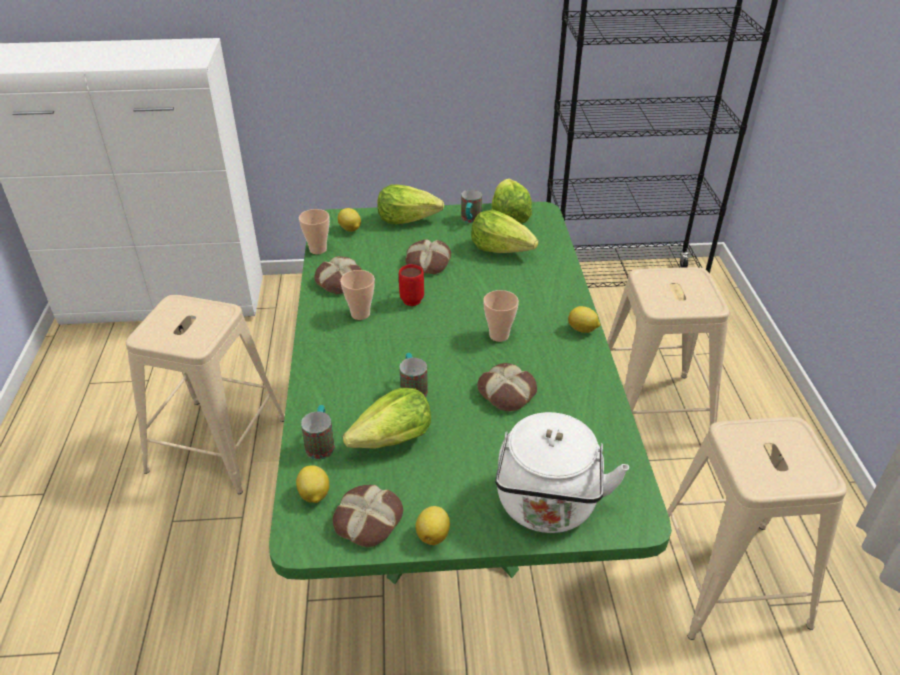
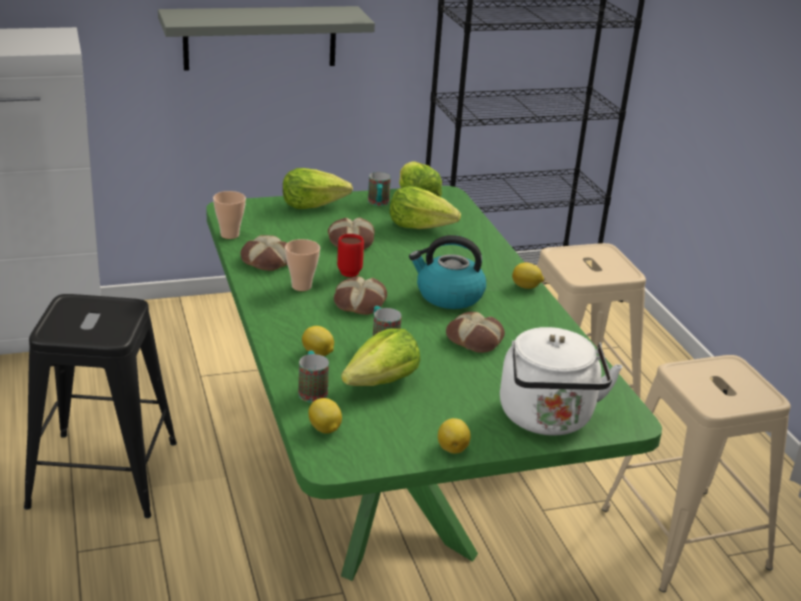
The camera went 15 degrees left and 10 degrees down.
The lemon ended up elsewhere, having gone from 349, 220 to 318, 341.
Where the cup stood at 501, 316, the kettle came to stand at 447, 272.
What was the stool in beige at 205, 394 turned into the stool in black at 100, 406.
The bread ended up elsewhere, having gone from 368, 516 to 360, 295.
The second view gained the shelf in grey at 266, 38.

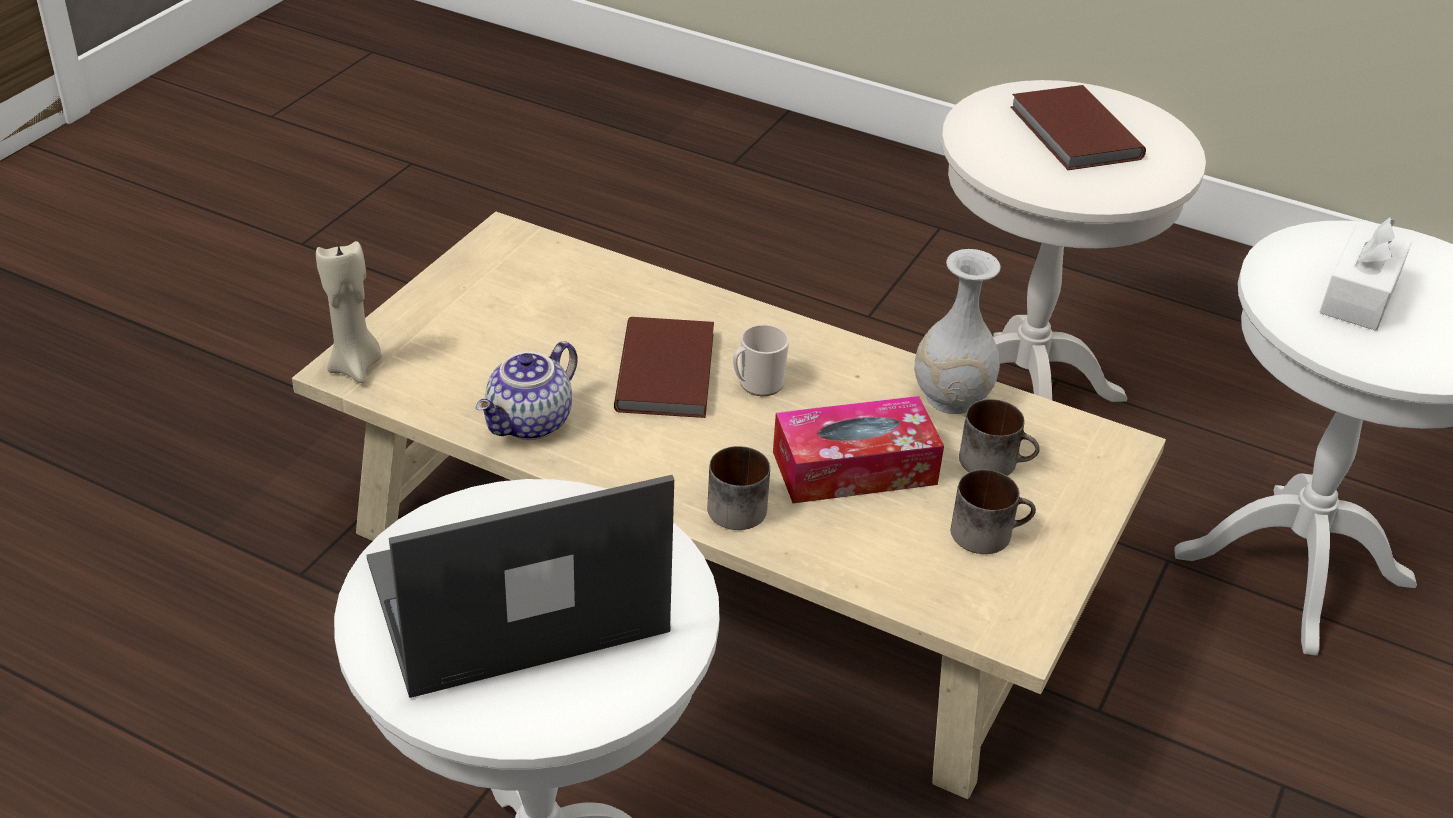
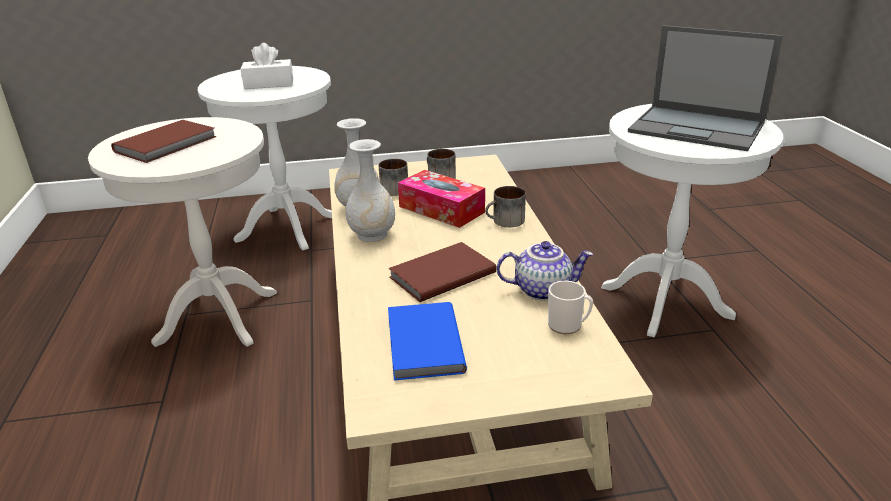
The camera went 125 degrees left and 10 degrees down.
The second view lost the candle in beige at 349, 312.
The mug ended up elsewhere, having gone from 761, 360 to 570, 307.
The second view gained the vase in white at 370, 190.
The second view gained the book in blue at 427, 341.

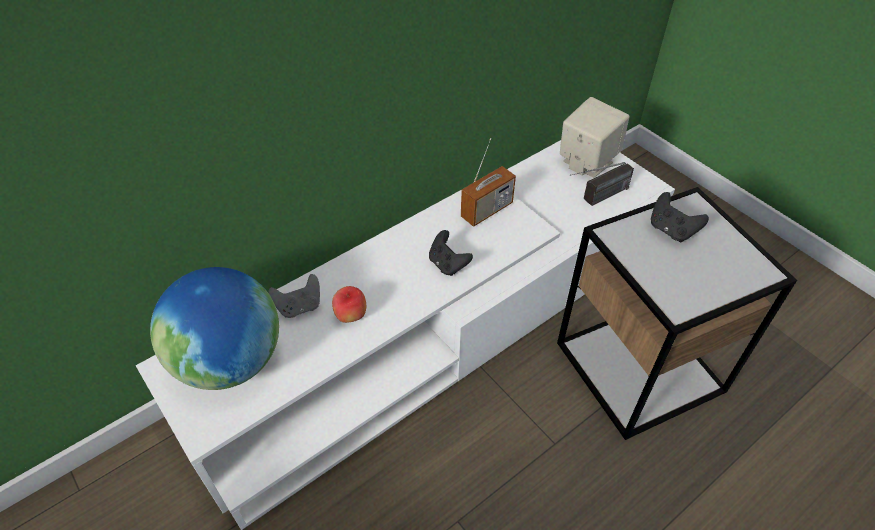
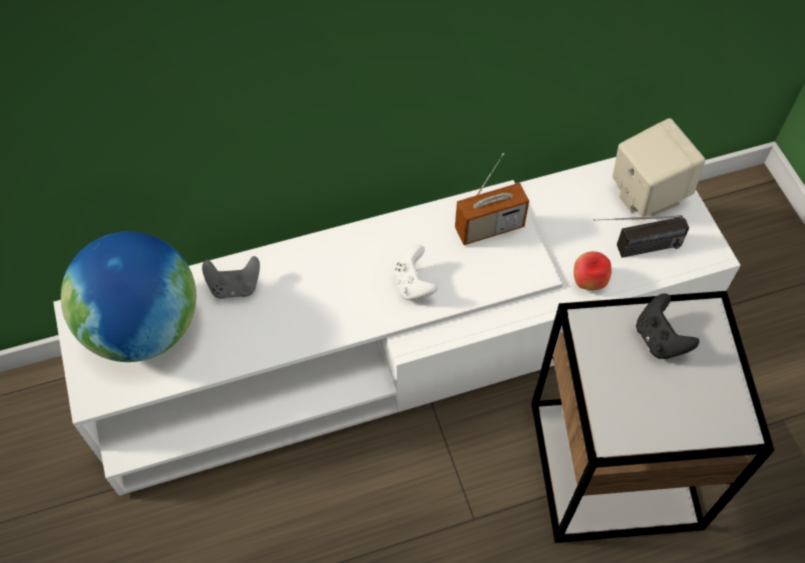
The camera went 20 degrees right and 10 degrees up.
What was the game controller in black at 451, 253 turned into the game controller in white at 416, 273.
The apple ended up elsewhere, having gone from 349, 304 to 592, 270.

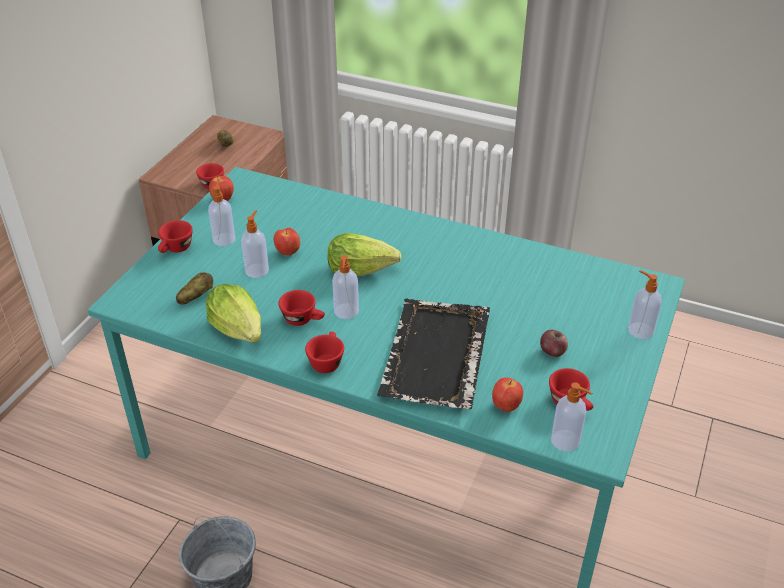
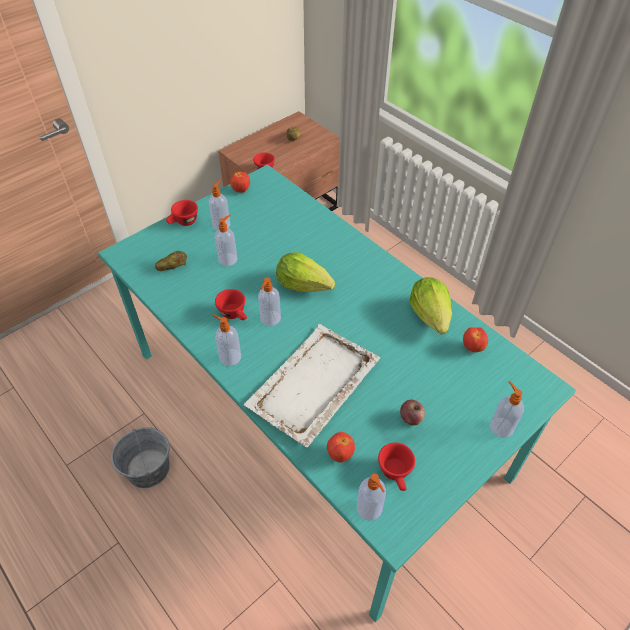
The camera went 25 degrees right and 10 degrees up.
The apple ended up elsewhere, having gone from 287, 241 to 475, 339.
The lettuce ended up elsewhere, having gone from 233, 313 to 430, 305.
What was the tray in black at 433, 353 turned into the tray in white at 312, 385.
Where the cup in red stood at 324, 352, the soap dispenser came to stand at 226, 340.

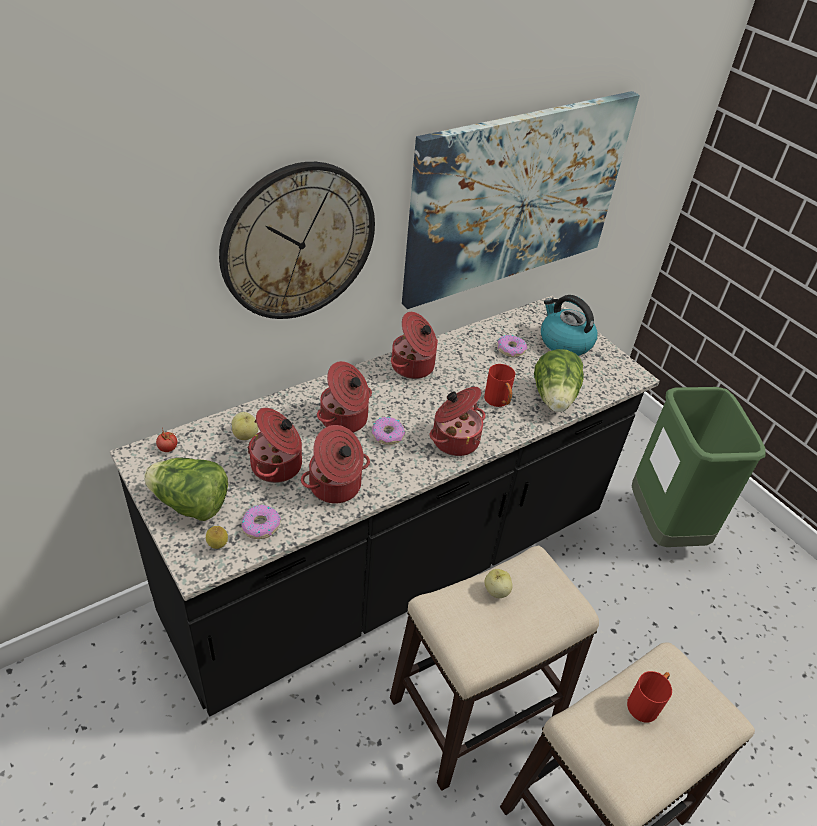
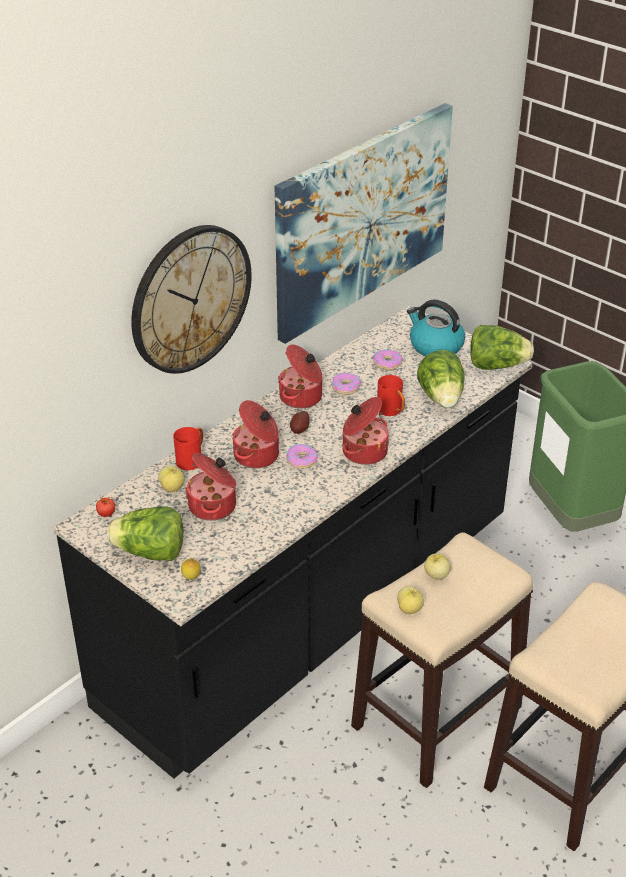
The camera went 10 degrees left and 5 degrees down.
The second view lost the cooking pot at 335, 464.
The donut ended up elsewhere, having gone from 261, 522 to 346, 384.
The mug in red ended up elsewhere, having gone from 649, 697 to 188, 448.
The second view gained the lettuce at 502, 347.
The second view gained the potato at 300, 422.
The second view gained the apple at 410, 600.

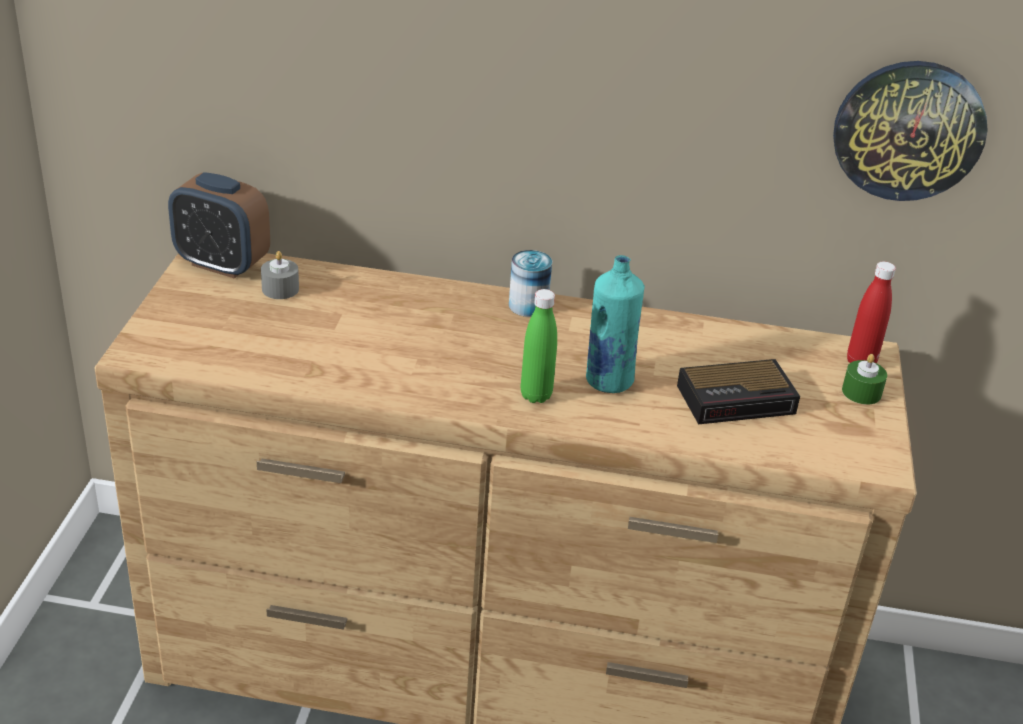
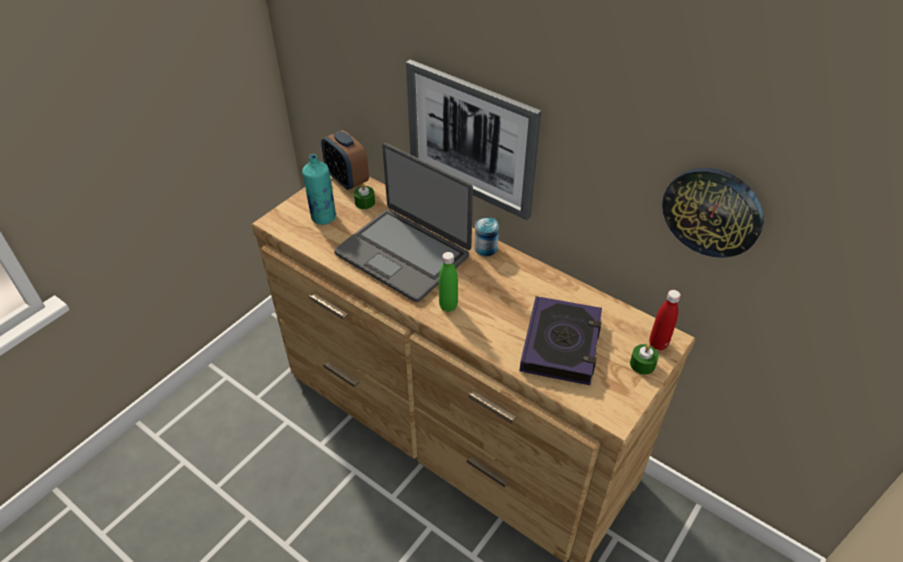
The camera went 30 degrees right and 10 degrees up.
What was the candle in grey at 280, 275 turned into the candle in green at 364, 196.
The bottle in turquoise ended up elsewhere, having gone from 615, 324 to 319, 189.
Where the alarm clock stood at 738, 391, the book came to stand at 561, 340.
The second view gained the picture at 473, 140.
The second view gained the laptop at 403, 222.

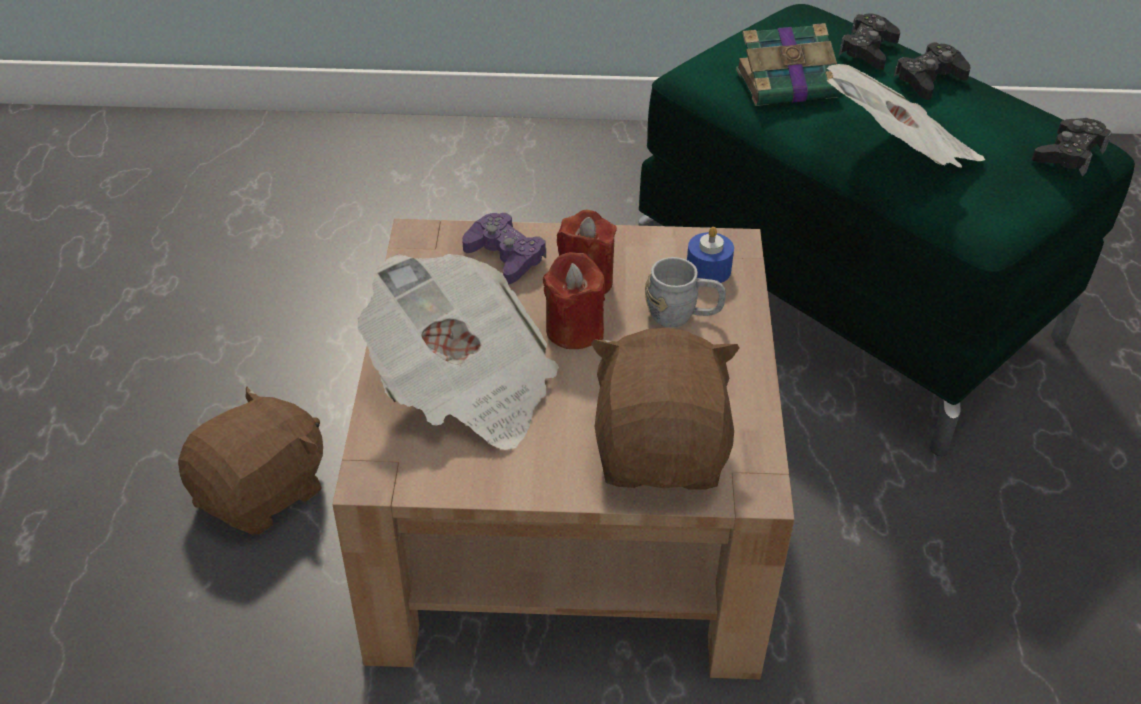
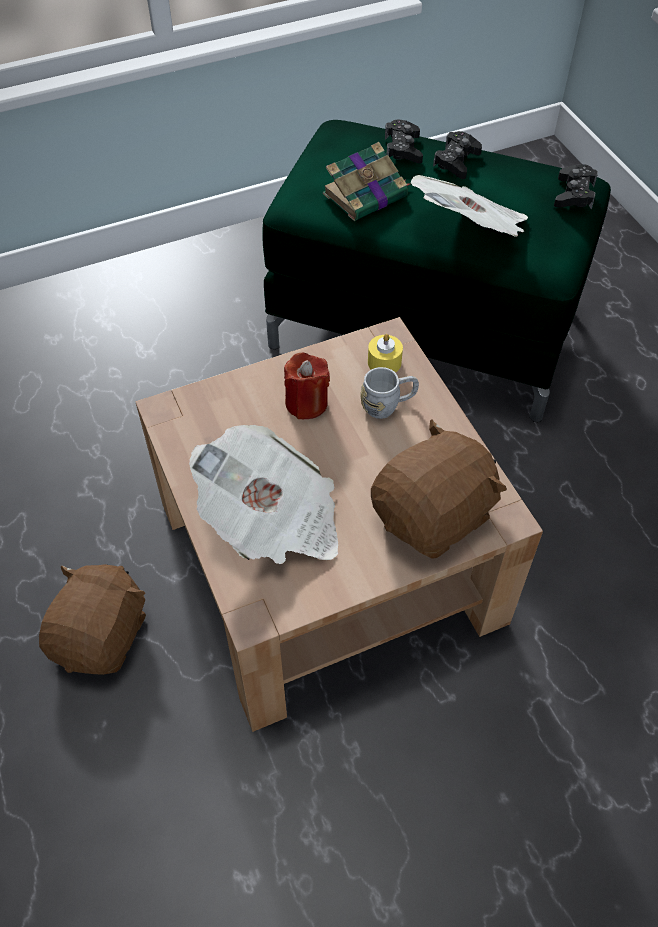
The camera went 25 degrees left and 10 degrees up.
The second view lost the game controller in purple at 504, 248.
What was the candle in blue at 710, 255 turned into the candle in yellow at 385, 353.
The second view lost the candle in red at 574, 300.
The plush toy in brown at 665, 409 ended up facing another way, 75 degrees clockwise from before.

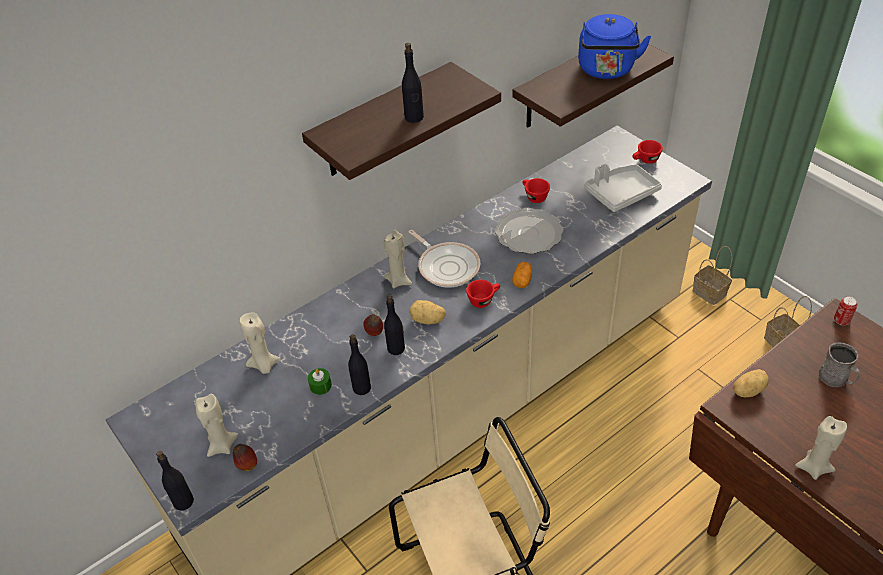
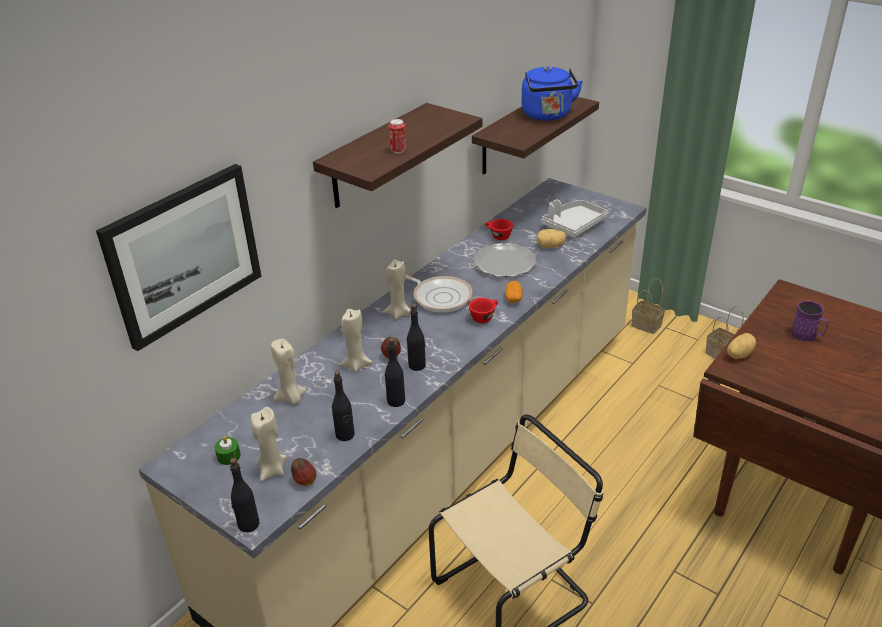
The camera went 15 degrees left and 10 degrees down.
The bottle in black ended up elsewhere, having gone from 413, 83 to 343, 406.
The second view lost the cup in red at 647, 152.
The can ended up elsewhere, having gone from 845, 310 to 398, 136.
The potato ended up elsewhere, having gone from 427, 312 to 552, 238.
What was the mug in grey at 839, 364 turned into the mug in purple at 809, 321.
The candle in green ended up elsewhere, having gone from 320, 381 to 227, 450.
The candle in beige ended up elsewhere, having gone from 821, 448 to 356, 340.
The second view gained the picture at 179, 257.

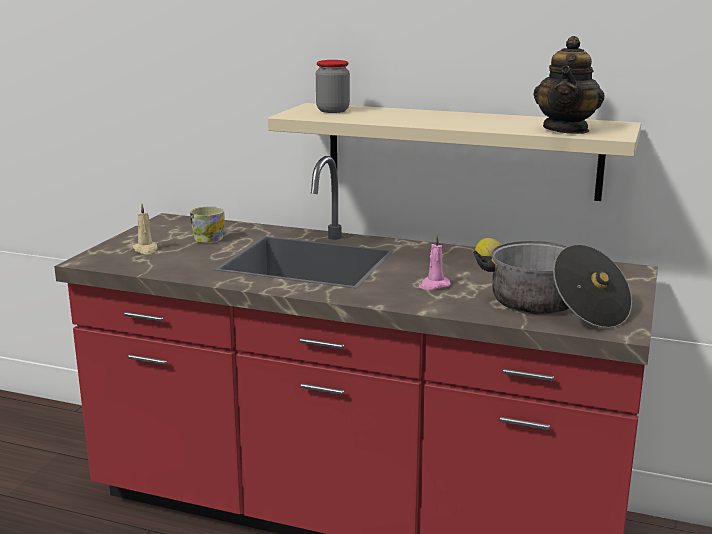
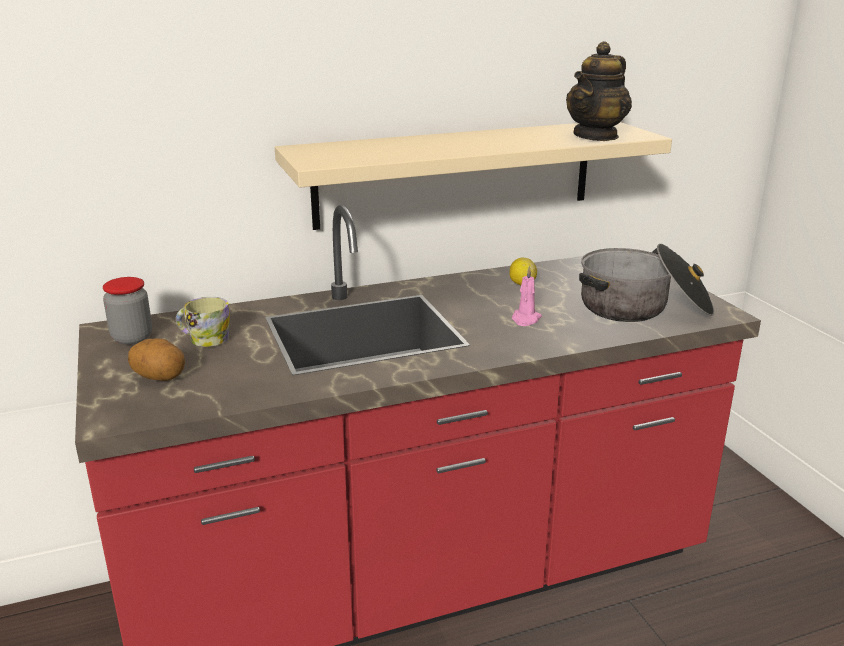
The camera went 40 degrees left and 5 degrees up.
The teapot at 569, 85 ended up facing another way, 60 degrees clockwise from before.
The jar ended up elsewhere, having gone from 333, 86 to 127, 311.
Where the candle in beige stood at 145, 229, the potato came to stand at 156, 359.

